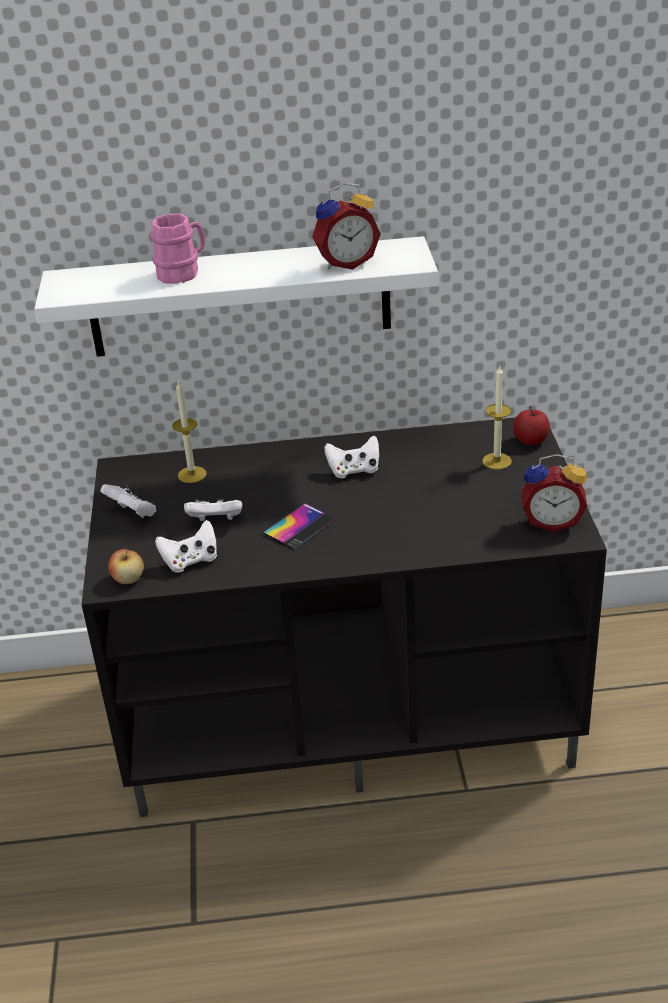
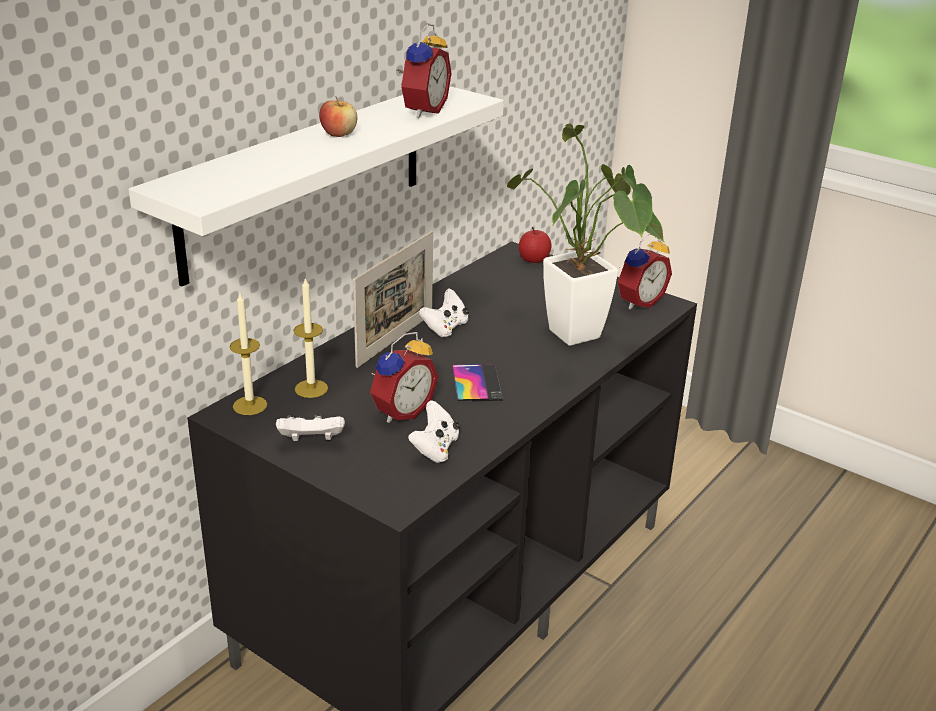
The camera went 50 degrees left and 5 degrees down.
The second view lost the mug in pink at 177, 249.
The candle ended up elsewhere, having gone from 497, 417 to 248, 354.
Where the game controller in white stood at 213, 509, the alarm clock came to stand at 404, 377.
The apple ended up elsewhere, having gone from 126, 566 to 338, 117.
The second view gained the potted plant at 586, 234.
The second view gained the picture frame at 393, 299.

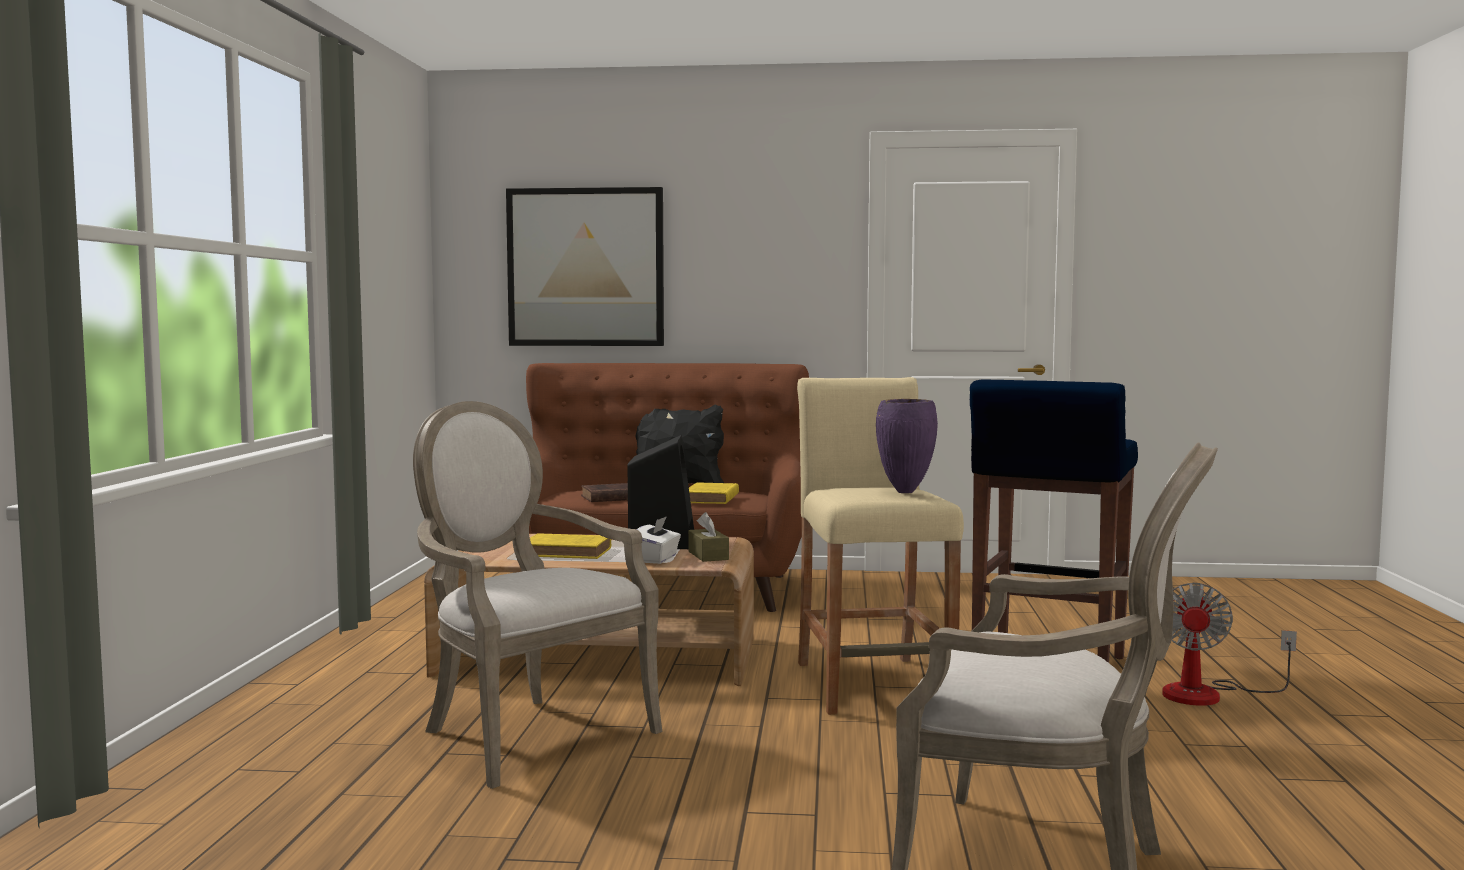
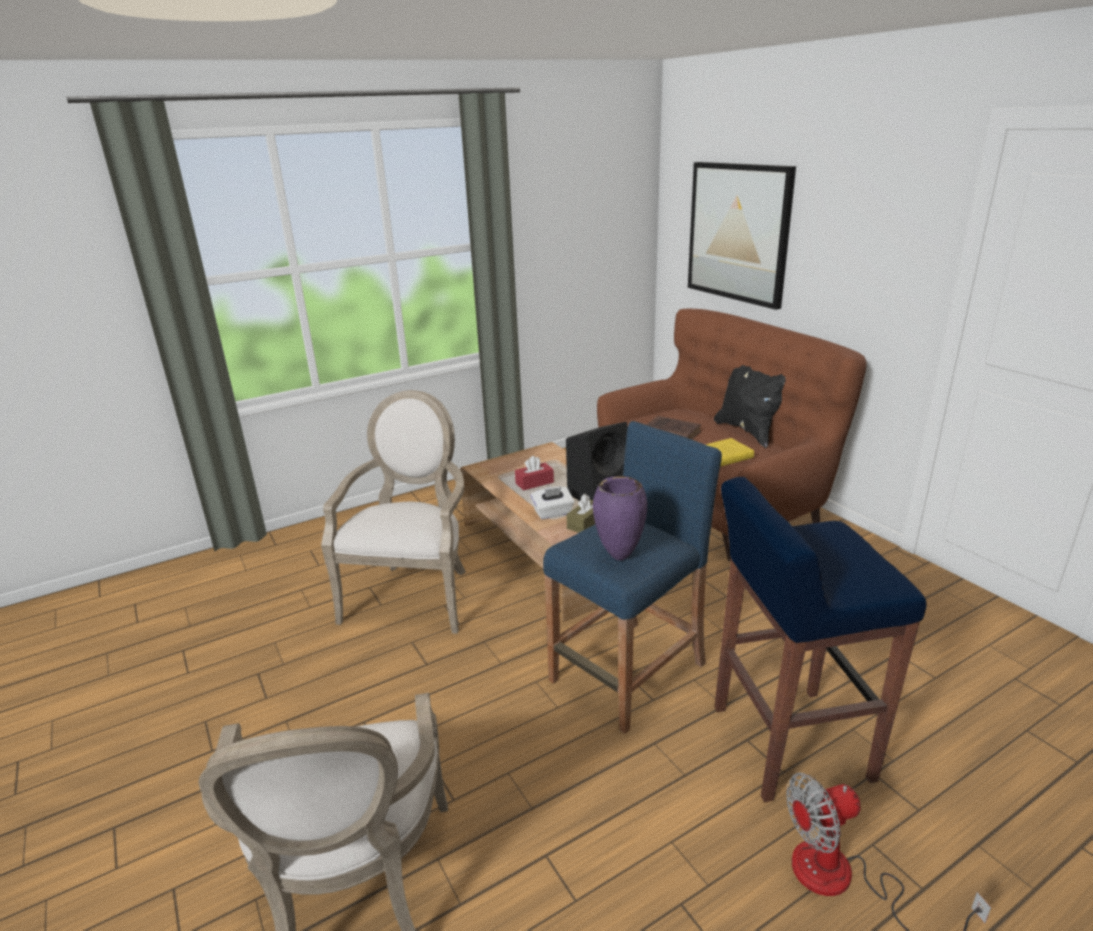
The camera went 55 degrees right and 20 degrees up.
What was the stool in beige at 880, 546 turned into the stool in blue at 632, 577.
Where the book in yellow stood at 570, 546, the tissue box in red came to stand at 534, 473.

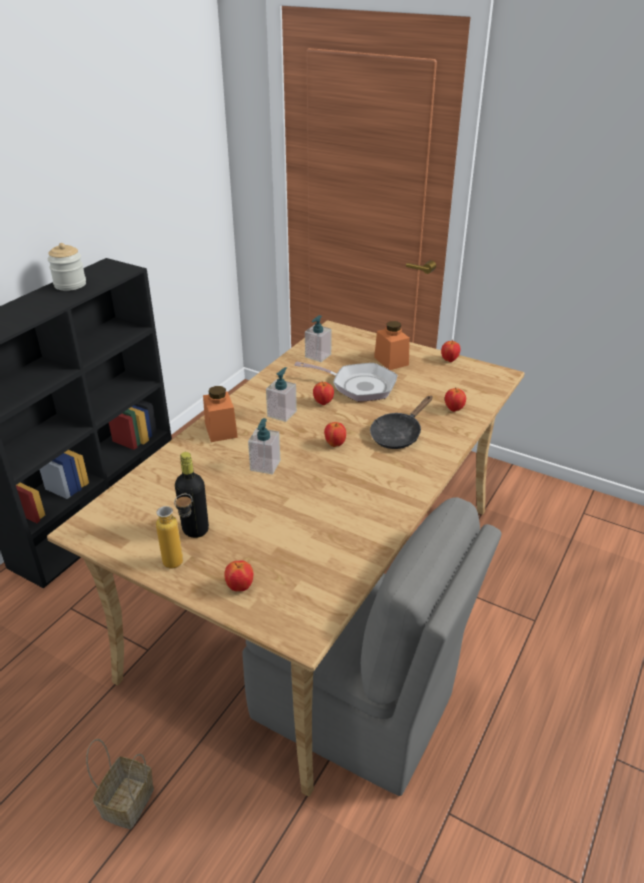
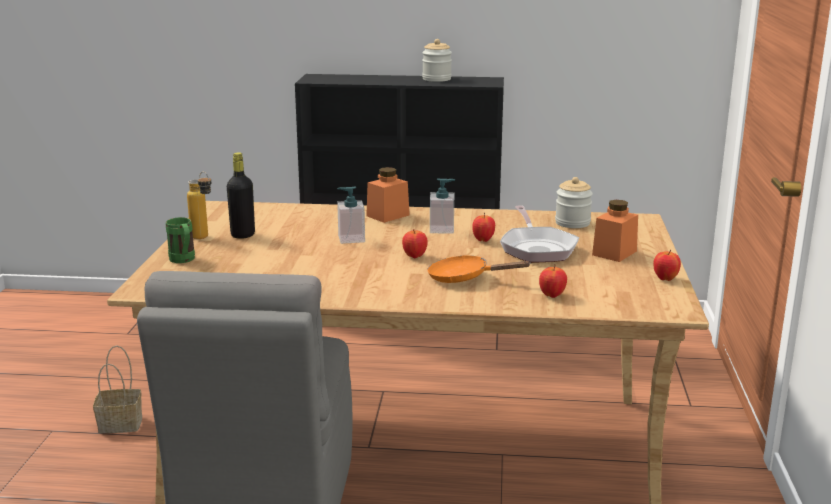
The camera went 65 degrees right and 15 degrees down.
Where the soap dispenser stood at 318, 338, the jar came to stand at 574, 202.
What was the frying pan in black at 401, 422 turned into the frying pan in orange at 479, 269.
Where the apple stood at 238, 576, the mug in green came to stand at 180, 240.

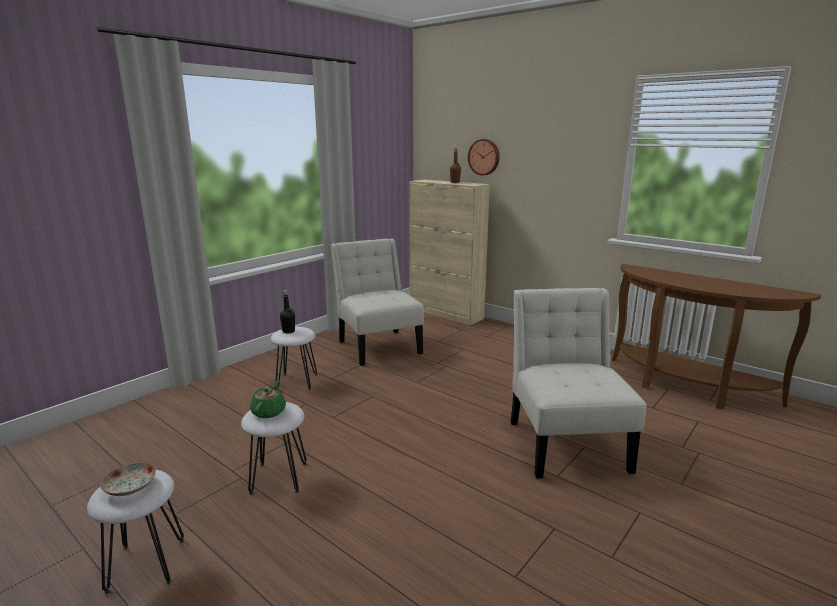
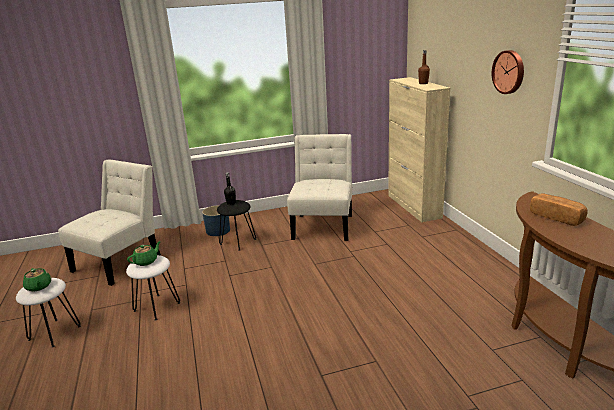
The camera went 35 degrees right and 5 degrees up.
The wall clock ended up elsewhere, having gone from 484, 157 to 508, 72.
The chair in white ended up elsewhere, having gone from 578, 383 to 109, 222.
What was the stool in white at 294, 358 turned into the stool in black at 236, 225.
Where the plate stood at 128, 479, the teapot in green came to stand at 37, 280.
The second view gained the bread at 559, 209.
The second view gained the planter in blue at 216, 220.

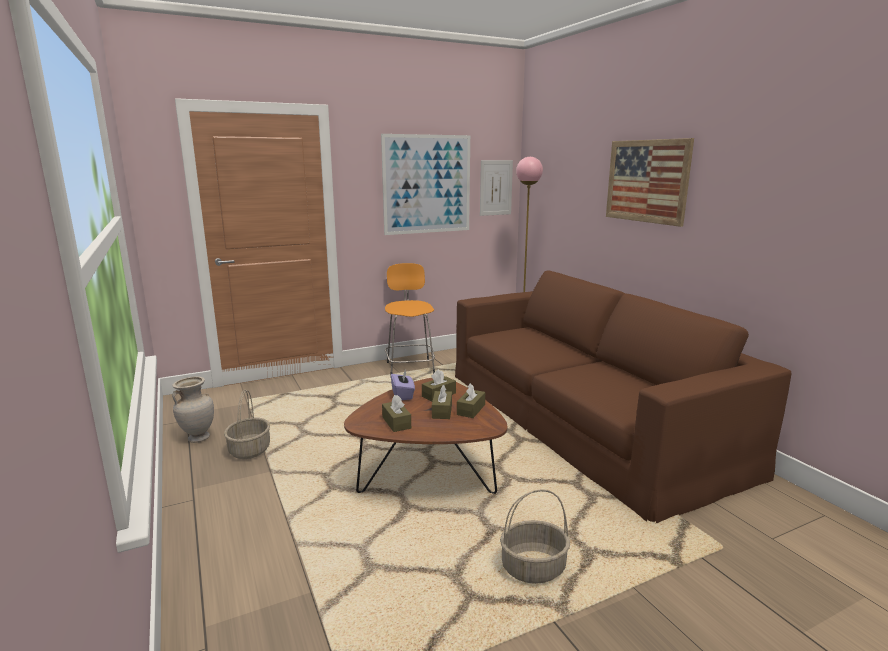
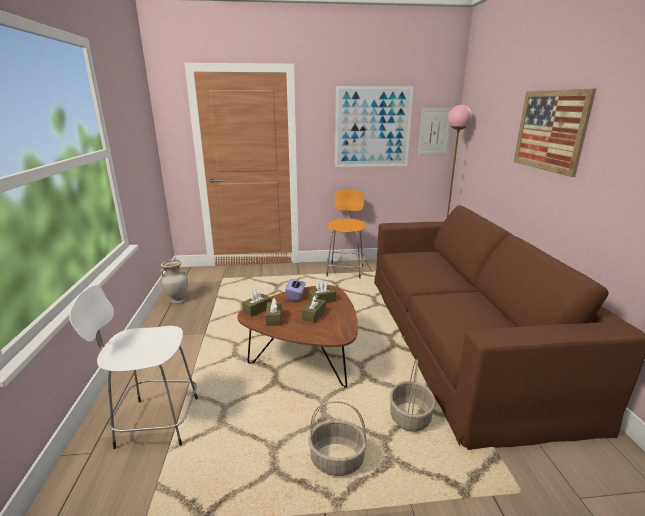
The camera went 20 degrees right and 5 degrees up.
The tissue box in brown ended up elsewhere, having gone from 471, 400 to 256, 303.
The basket ended up elsewhere, having gone from 247, 424 to 413, 395.
The second view gained the stool in white at 133, 367.

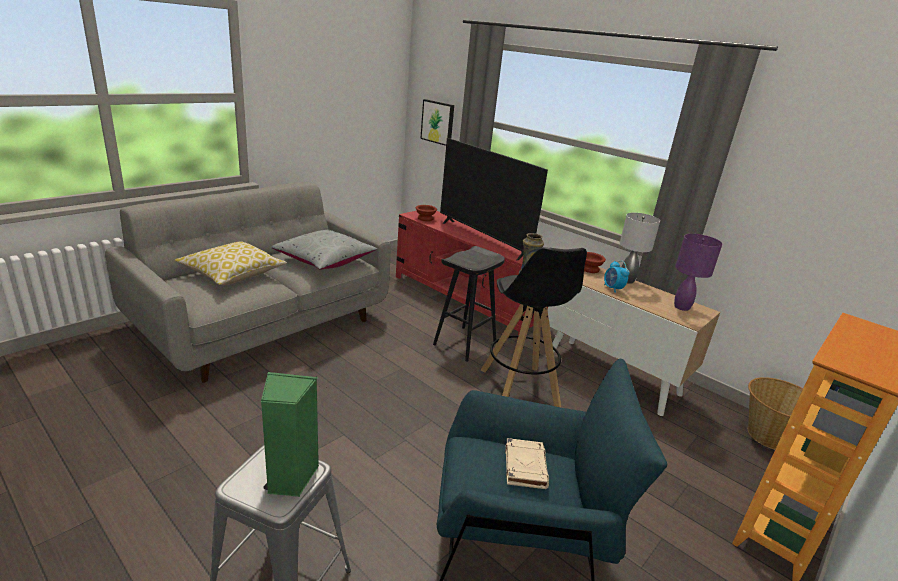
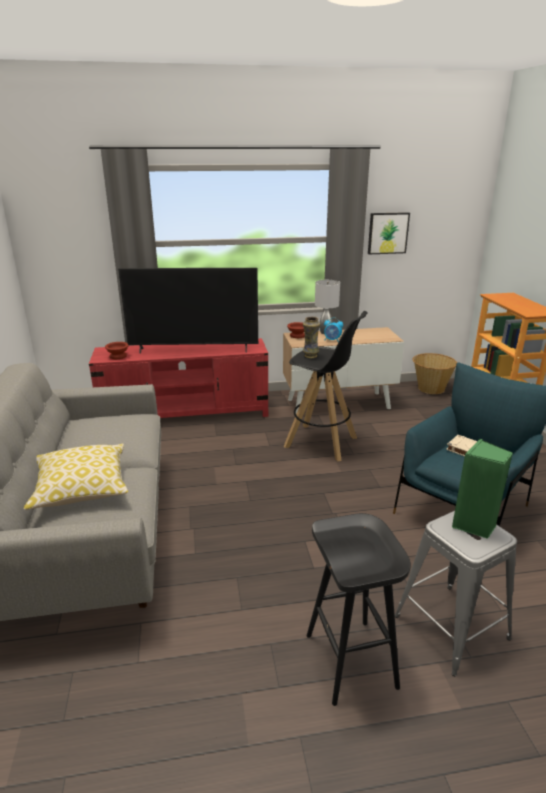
The camera went 50 degrees left and 0 degrees up.
The picture ended up elsewhere, having gone from 437, 122 to 389, 233.
The second view lost the pillow in grey at 324, 249.
The second view lost the table lamp in purple at 698, 272.
The stool in black ended up elsewhere, having gone from 469, 304 to 359, 609.

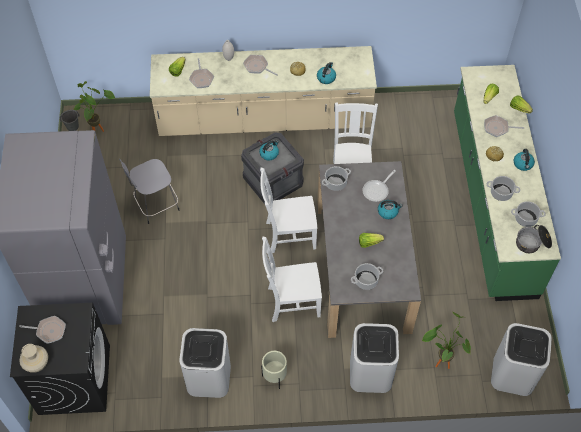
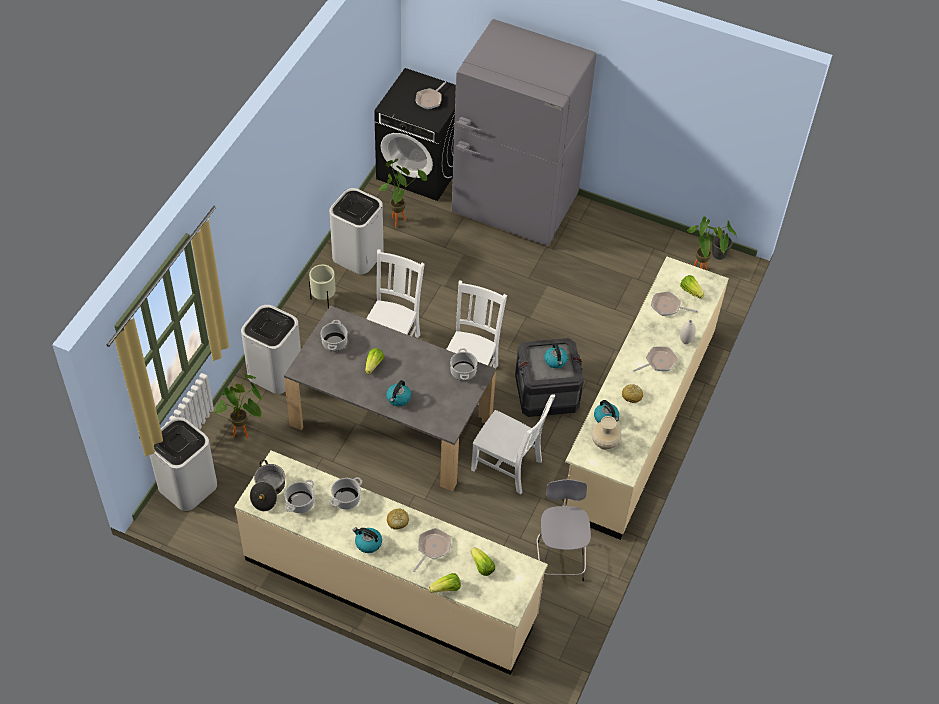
The camera went 115 degrees right and 5 degrees down.
What was the counter in green at 507, 183 turned into the counter in beige at 391, 562.
The stool in grey ended up elsewhere, having gone from 149, 191 to 563, 530.
The second view lost the frying pan at 379, 186.
The vase in beige ended up elsewhere, having gone from 33, 358 to 606, 433.
The second view gained the potted plant at 403, 193.

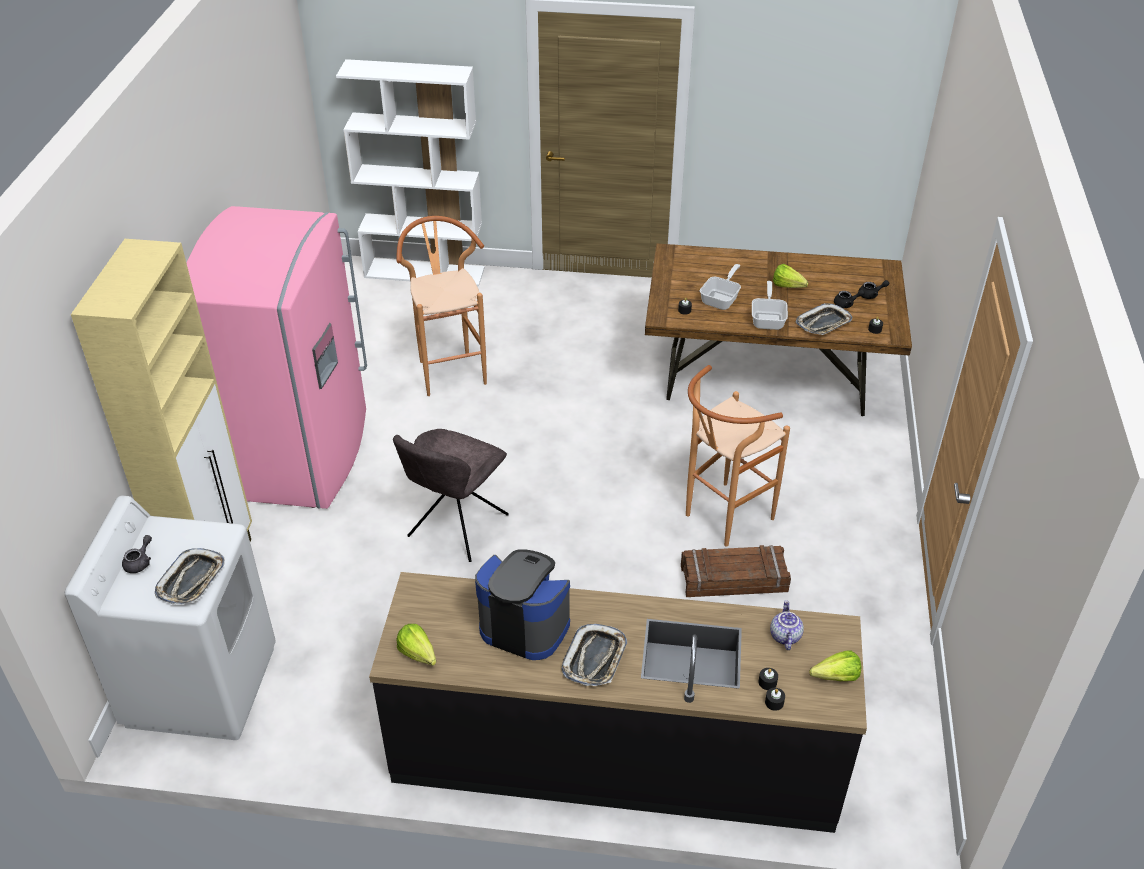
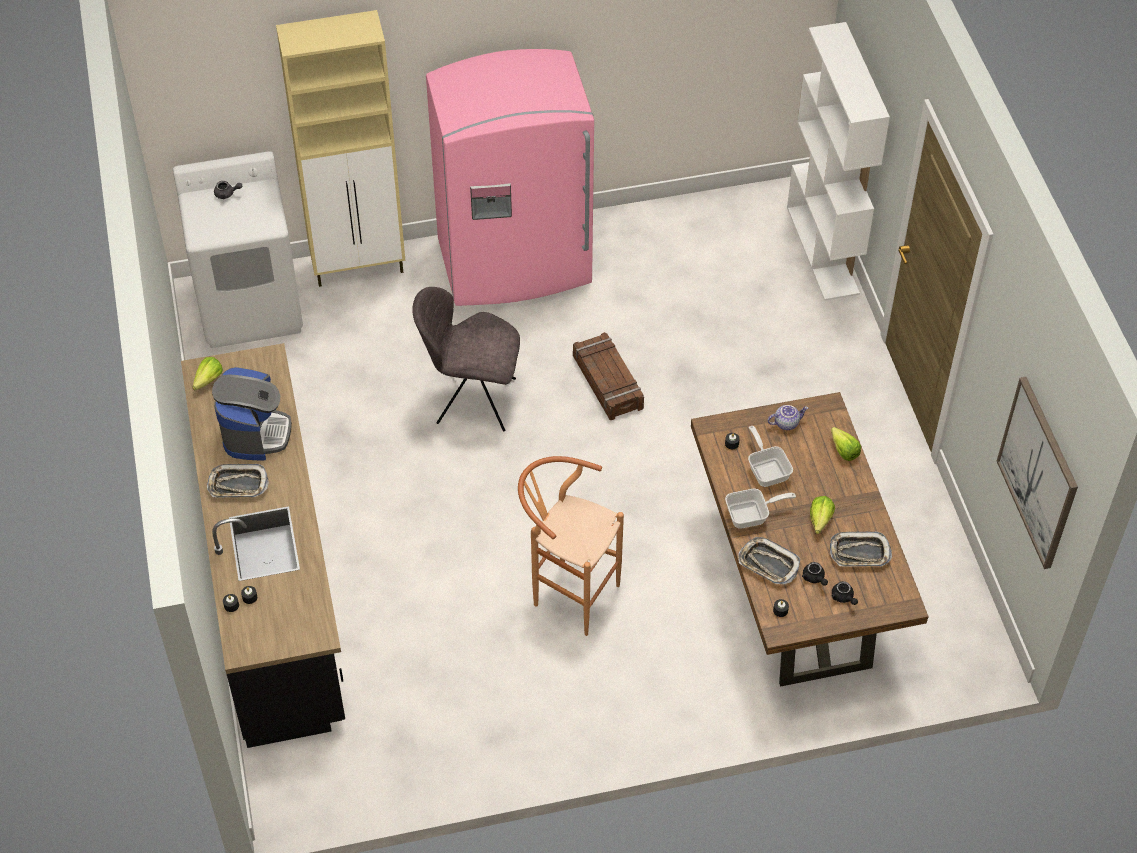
The camera went 70 degrees right and 10 degrees up.
The second view lost the stool in brown at 441, 306.
The frying pan at 720, 287 ended up facing another way, 120 degrees counterclockwise from before.
The crate ended up elsewhere, having gone from 736, 571 to 608, 376.
The tray ended up elsewhere, having gone from 190, 576 to 861, 549.
The teapot ended up elsewhere, having gone from 787, 625 to 787, 417.
The lettuce ended up elsewhere, having gone from 835, 666 to 846, 444.
The second view gained the picture at 1037, 473.

